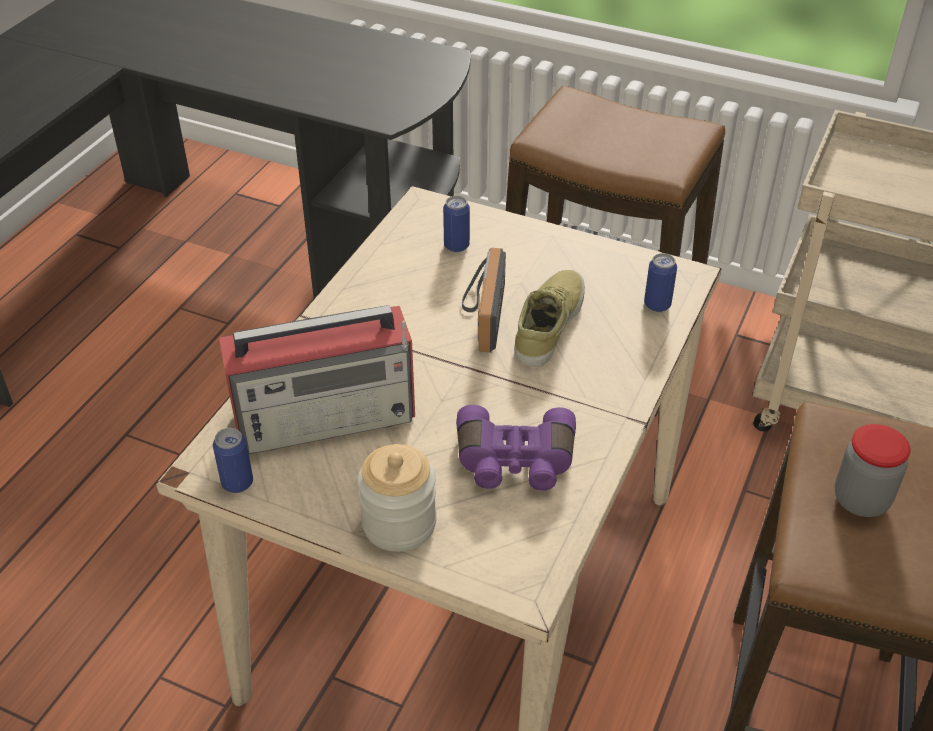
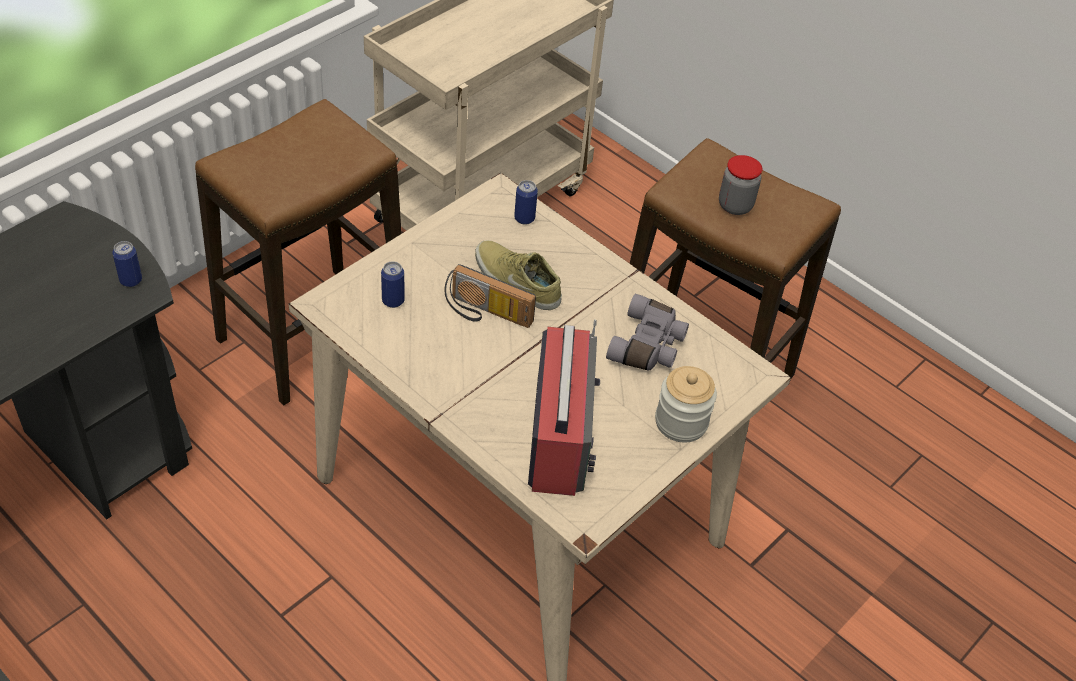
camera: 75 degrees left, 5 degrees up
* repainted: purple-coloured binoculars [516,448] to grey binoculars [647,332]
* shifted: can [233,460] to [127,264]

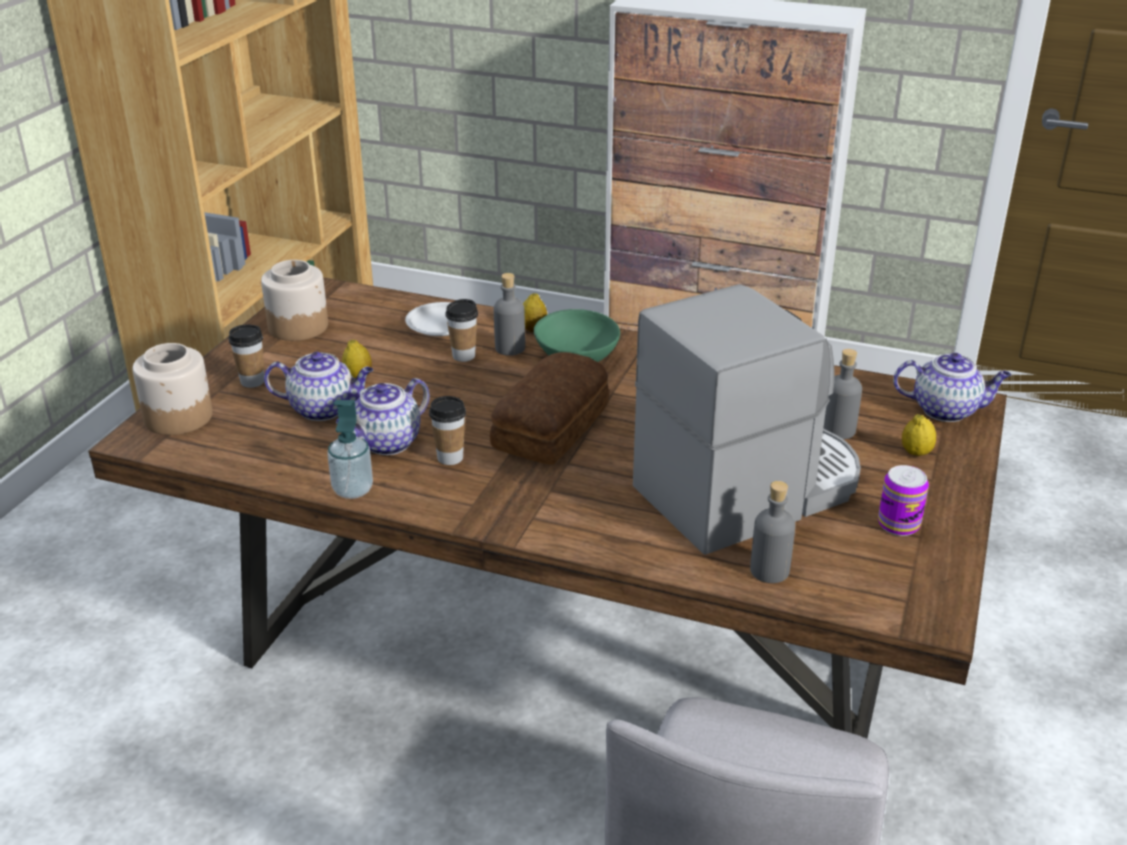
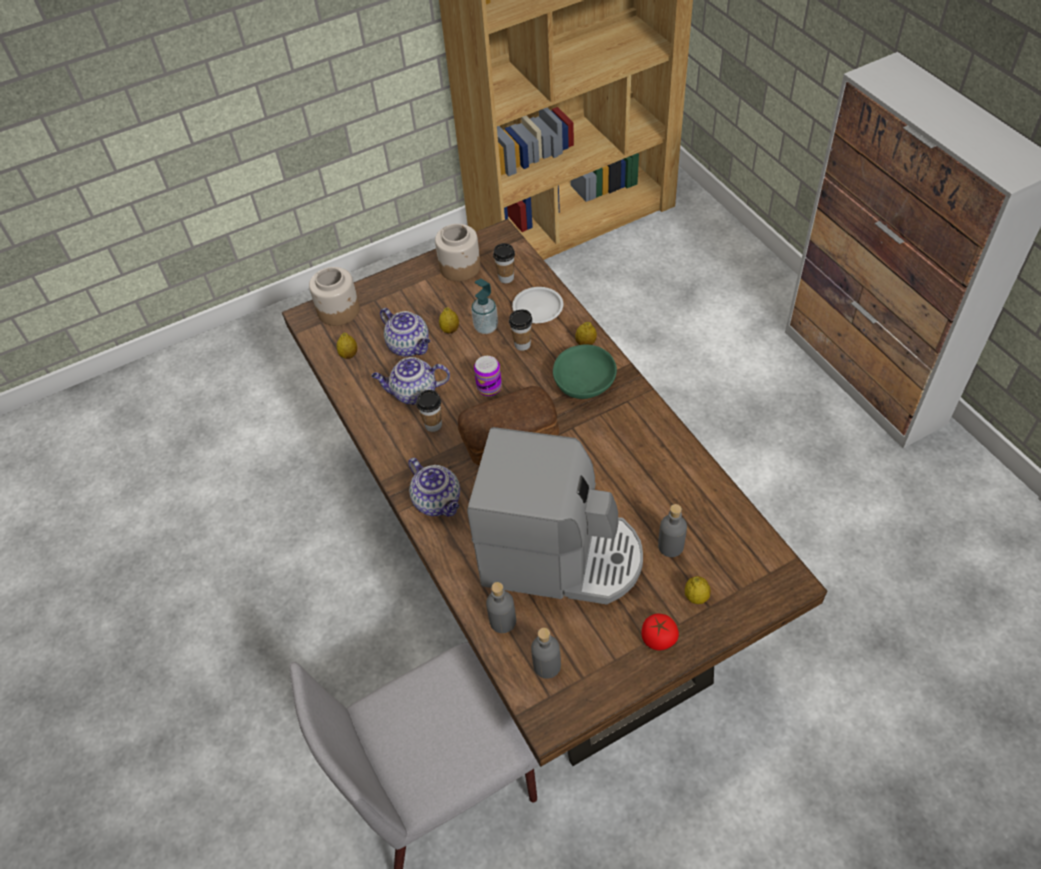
camera: 45 degrees right, 20 degrees up
* shifted: grey beverage bottle [509,314] to [546,653]
* shifted: cup [246,356] to [504,263]
* shifted: teapot [952,387] to [434,487]
* shifted: liquid soap bottle [350,449] to [484,306]
* shifted: can [903,500] to [488,376]
* new: lemon [347,346]
* new: whole tomato [660,632]

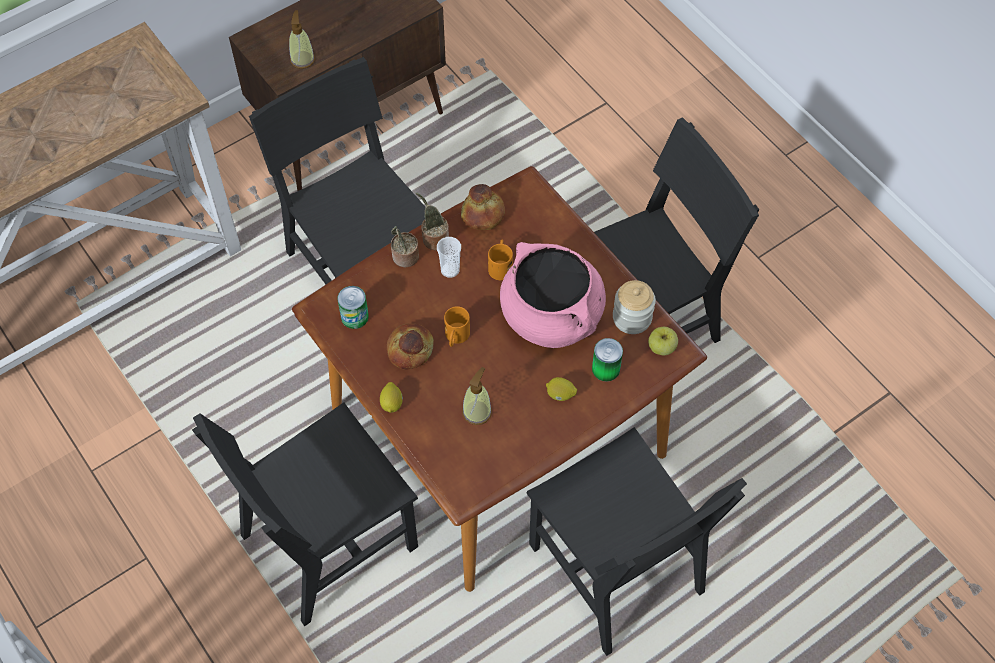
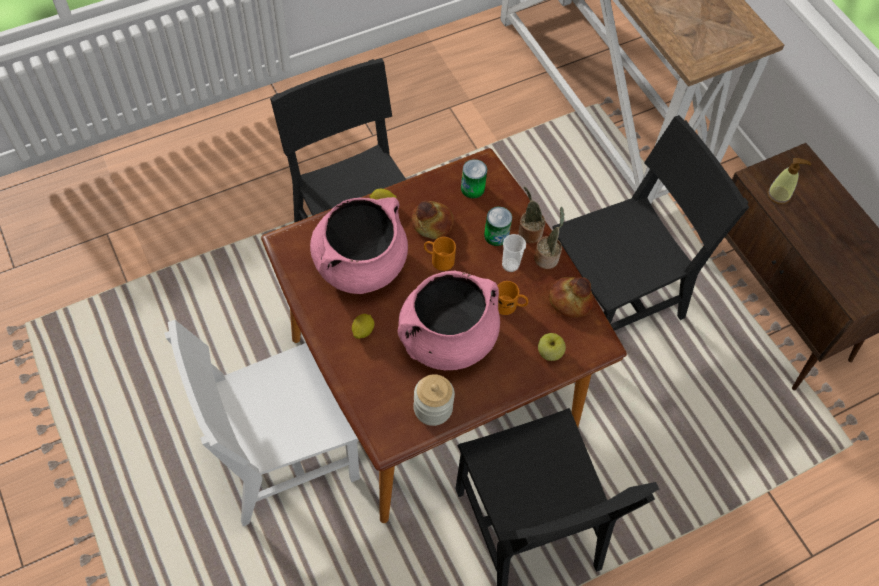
camera: 95 degrees right, 0 degrees up
* shifted: apple [663,341] to [552,347]
* shifted: can [607,360] to [498,226]
* swapped: liquid soap bottle [477,396] to pink-coloured stockpot [359,245]
* repainted: black chair [636,541] to white-coloured chair [262,423]

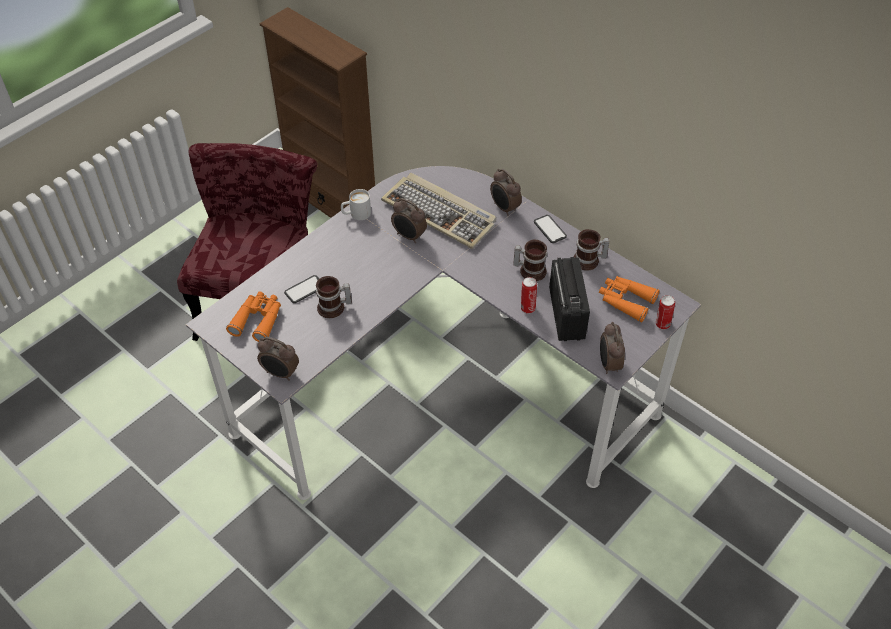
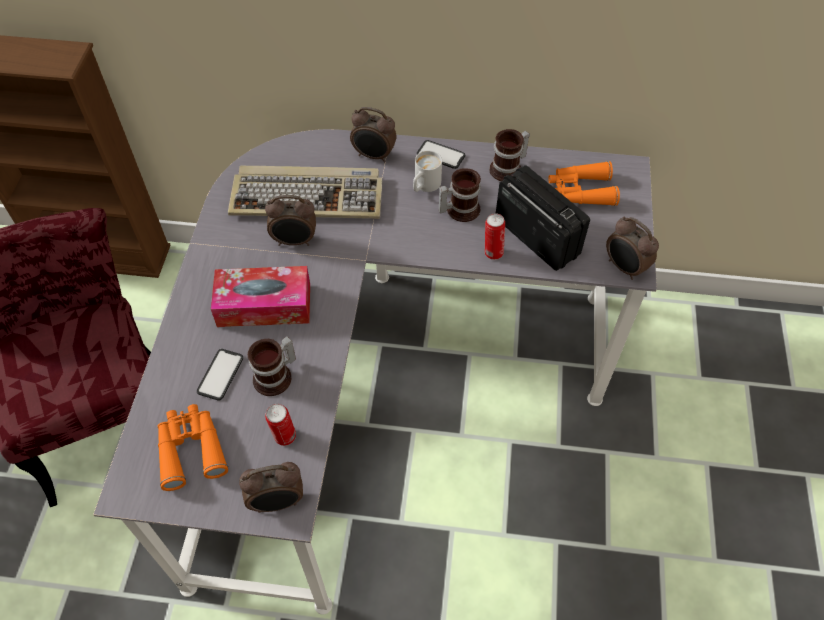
camera: 35 degrees left, 5 degrees up
* shifted: white-coloured mug [356,204] to [427,171]
* shifted: can [665,312] to [280,425]
* new: box of tissues [260,296]

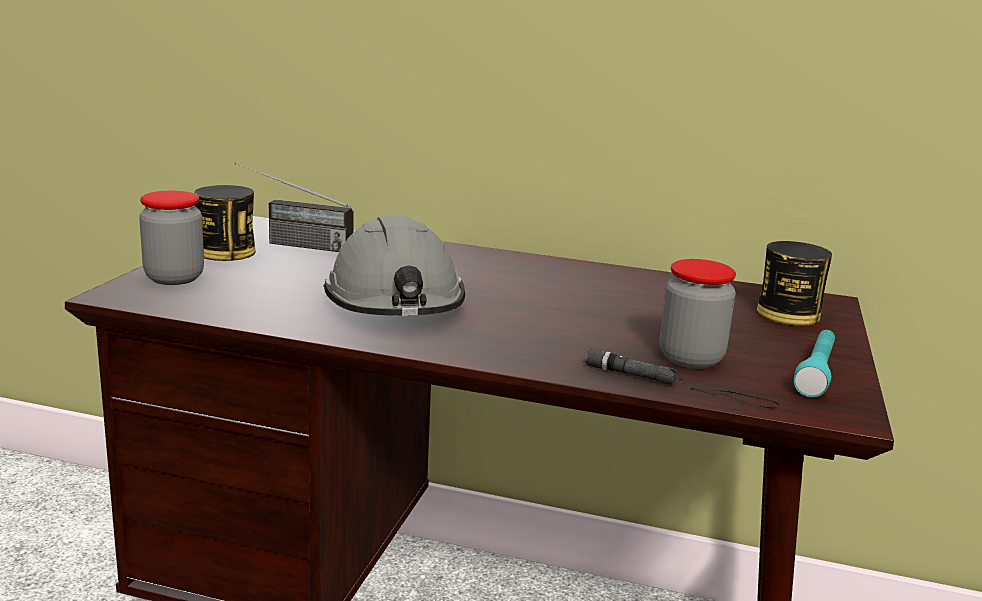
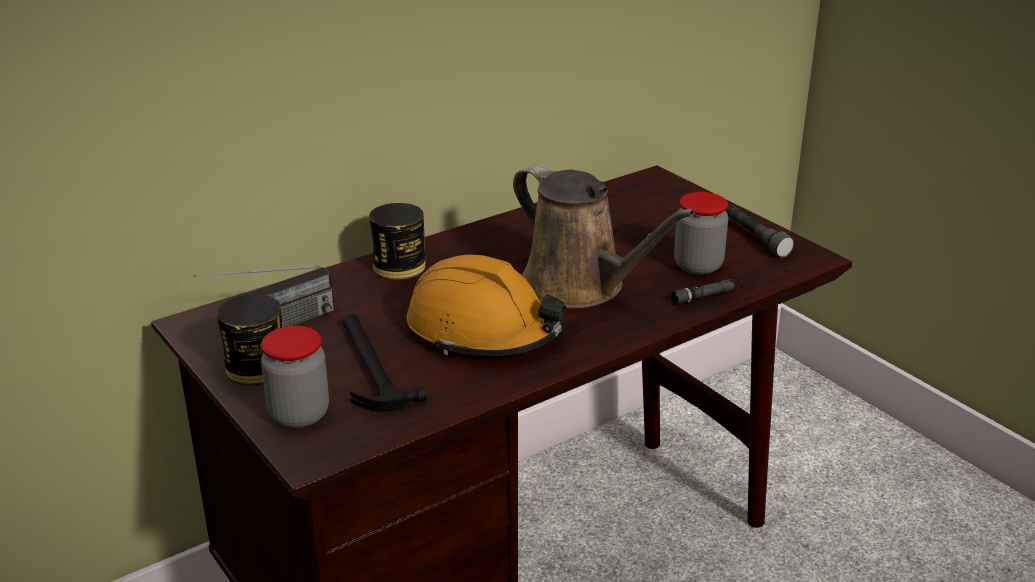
camera: 50 degrees left, 10 degrees up
* repainted: grey work helmet [394,265] to orange-coloured work helmet [486,305]
* shifted: can [794,283] to [397,241]
* repainted: turquoise-coloured torch [814,364] to grey torch [760,231]
* new: brown-coloured sprinkling can [604,236]
* new: hammer [384,363]

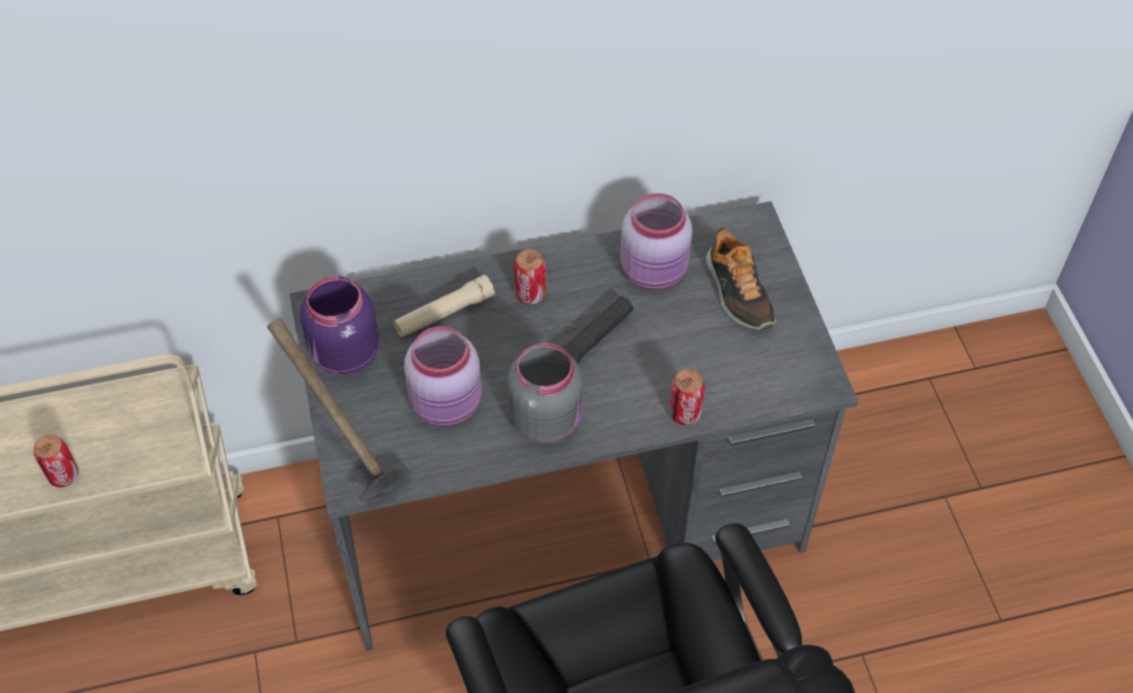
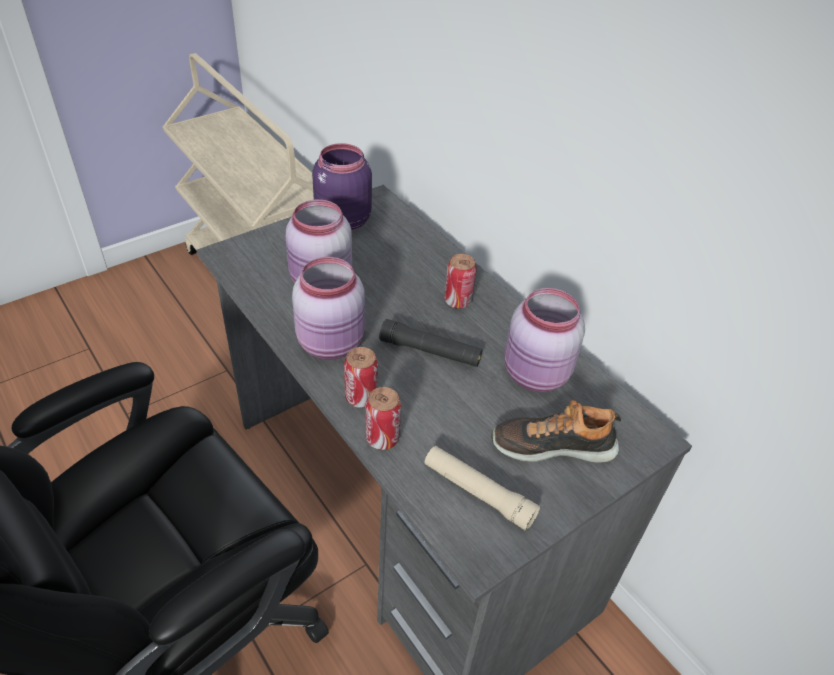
camera: 65 degrees right, 10 degrees down
* rotated: low shoe [741,278] = [556,431] 45 degrees clockwise
* shifted: beige-coloured torch [444,306] to [482,488]
* gone: hammer [338,409]
* repainted: grey jar [545,393] to pink-coloured jar [328,308]
* shifted: can [56,460] to [361,377]

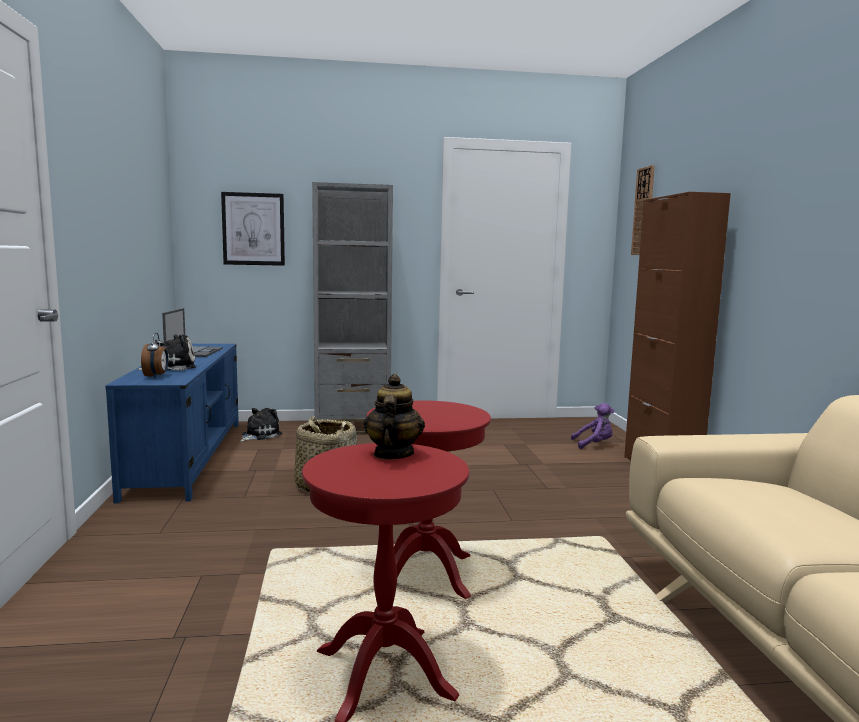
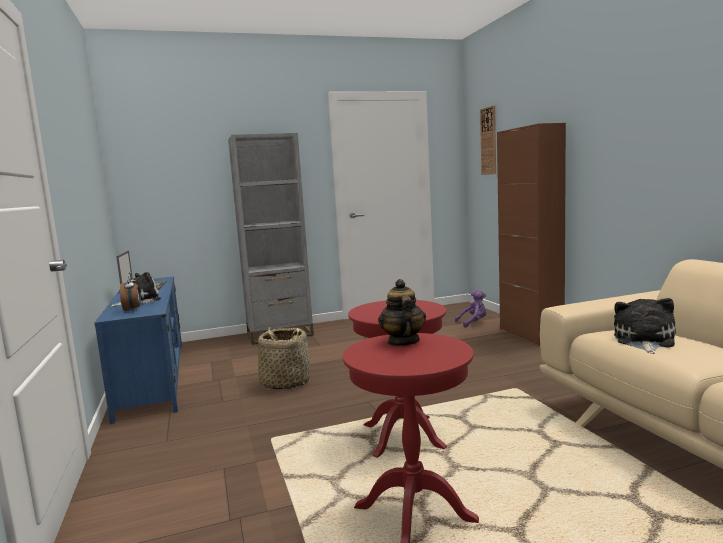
camera: 10 degrees left, 0 degrees up
* gone: picture [253,229]
* shifted: cuddly toy [261,425] to [645,326]

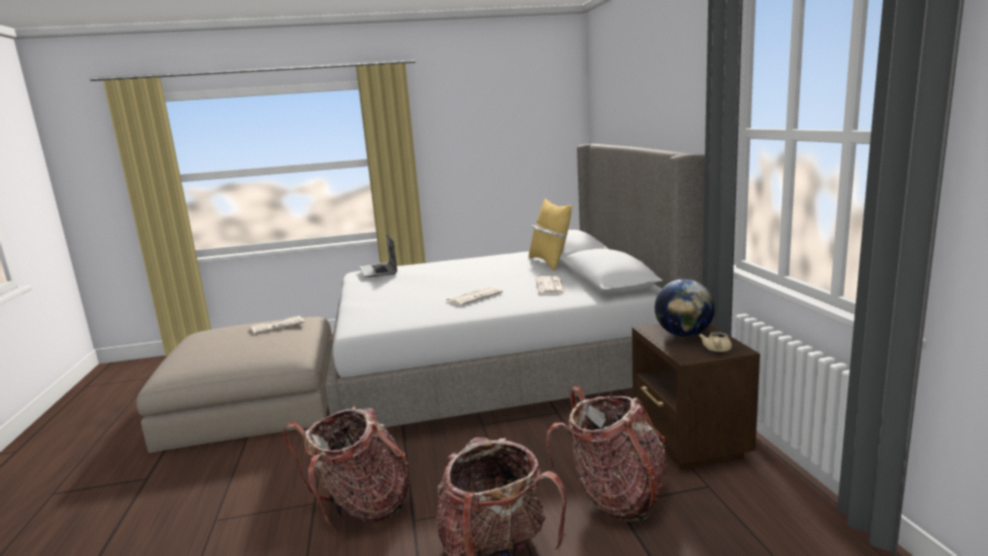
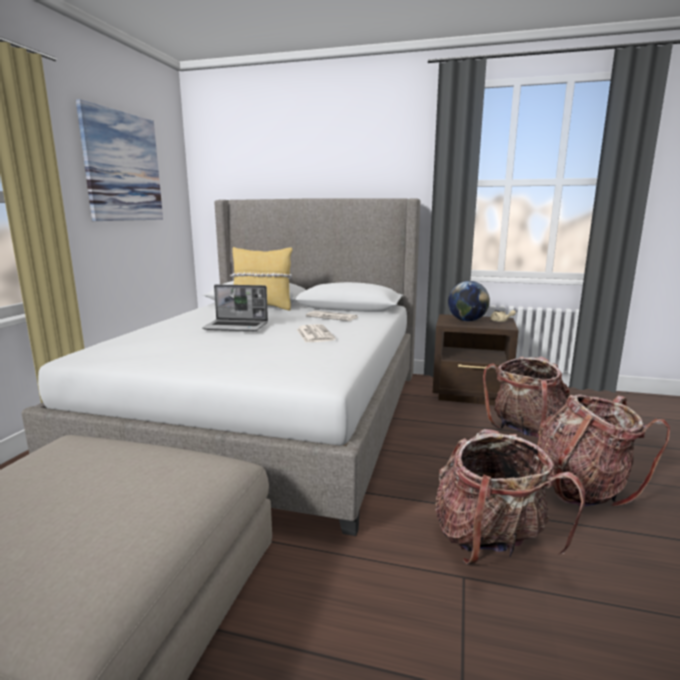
camera: 65 degrees left, 0 degrees up
* shifted: laptop [378,256] to [235,307]
* gone: printed paper [277,325]
* new: picture [119,160]

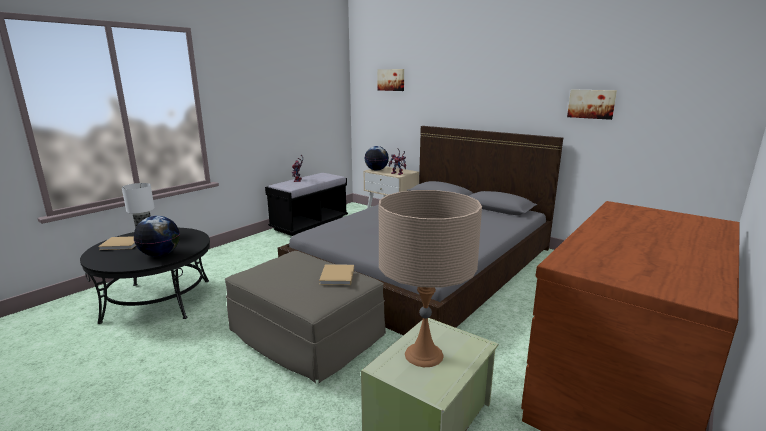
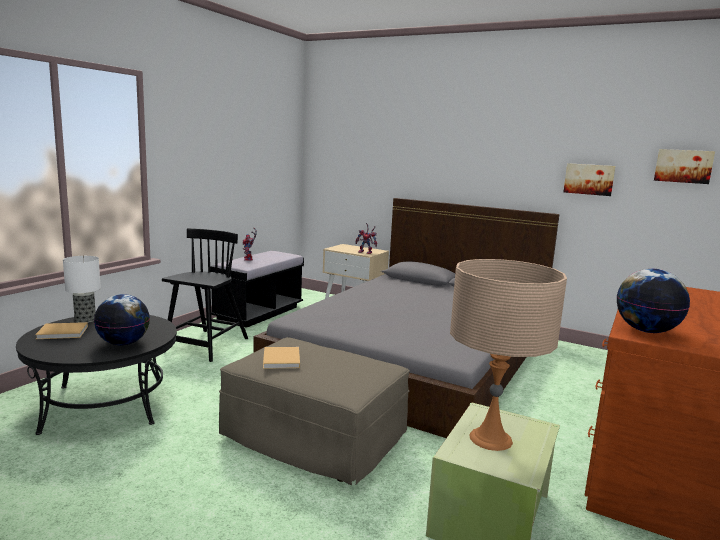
camera: 10 degrees left, 5 degrees down
* shifted: picture [391,80] to [684,166]
* shifted: globe [376,158] to [653,301]
* shifted: beige-coloured volume [336,274] to [281,358]
* new: black chair [205,295]

